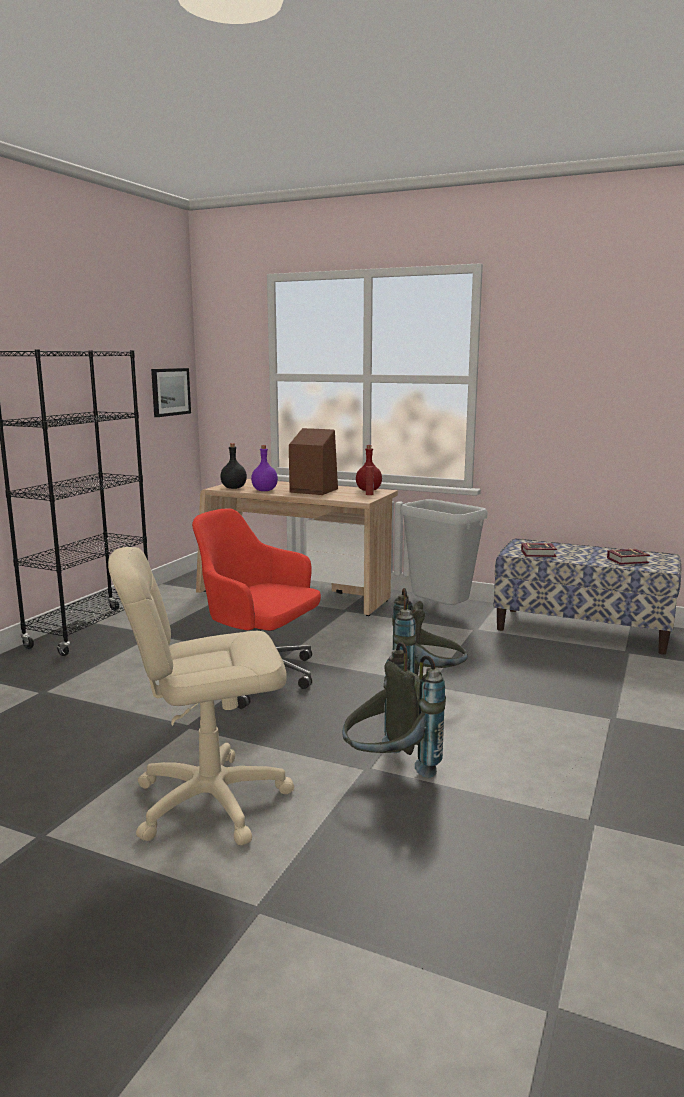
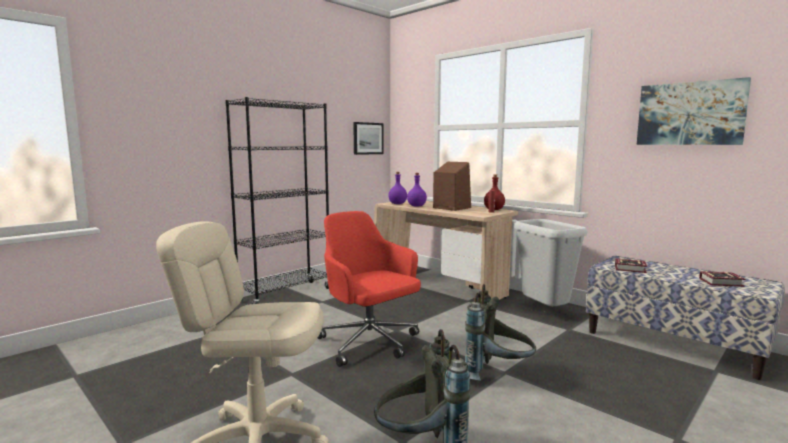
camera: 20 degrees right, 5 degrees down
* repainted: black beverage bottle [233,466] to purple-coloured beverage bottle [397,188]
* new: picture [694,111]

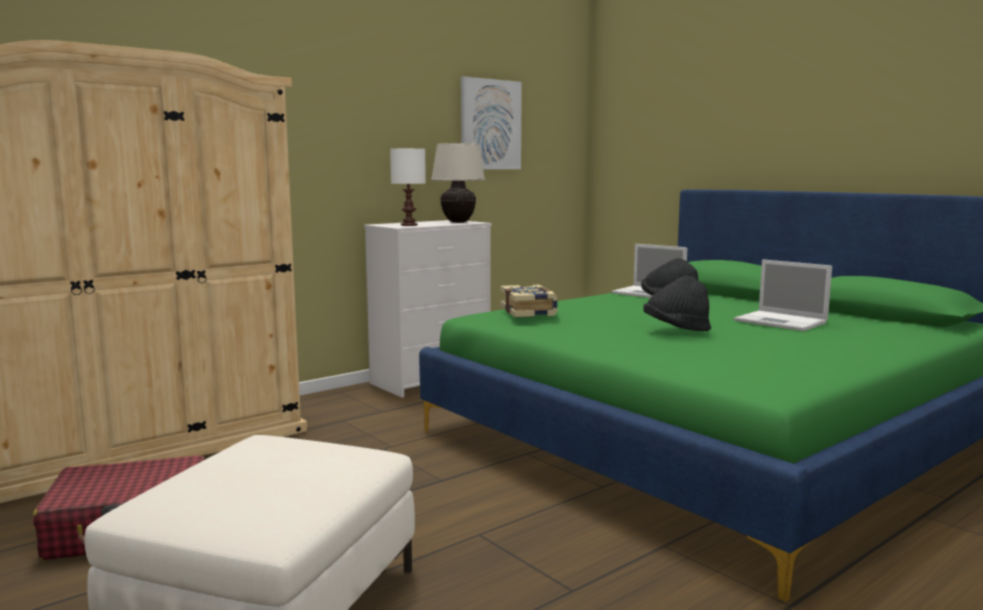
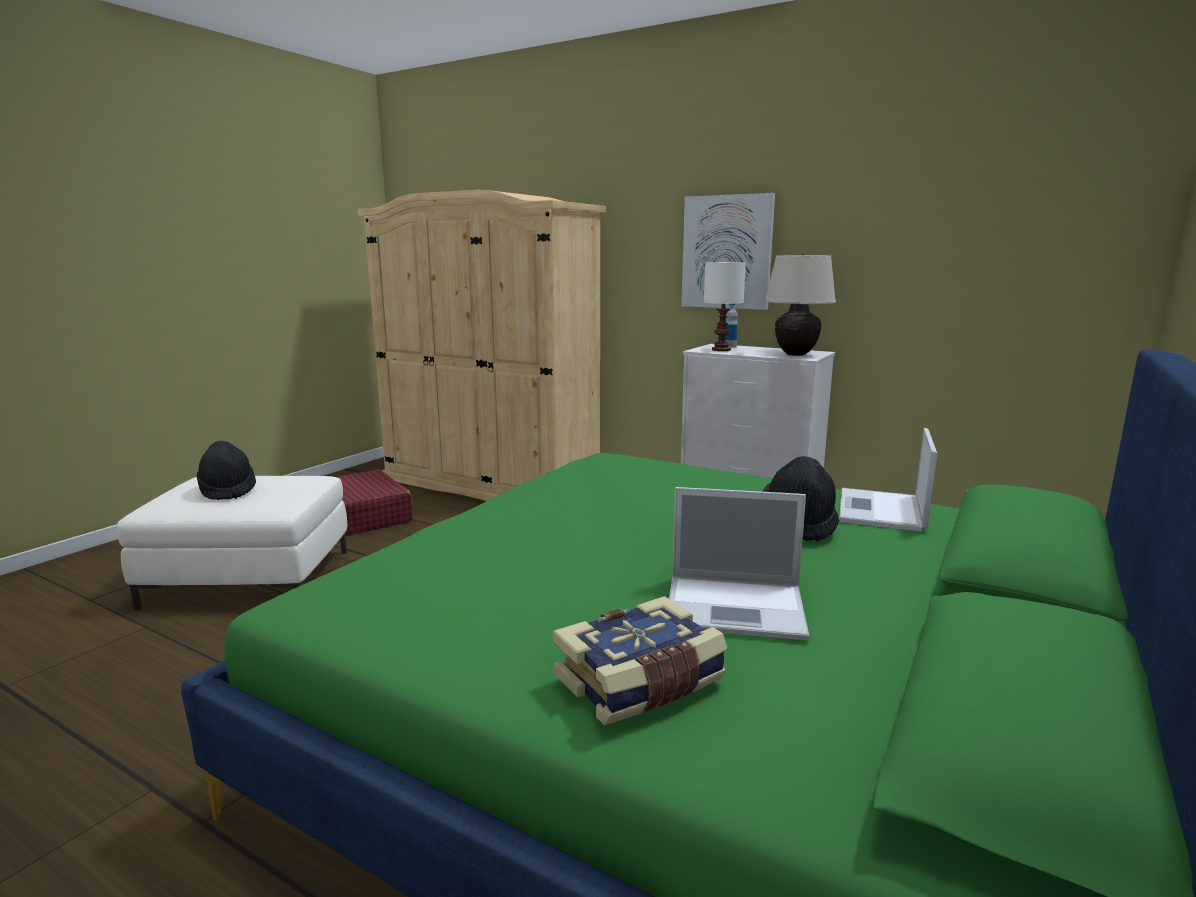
camera: 70 degrees right, 5 degrees up
* shifted: picture [491,123] to [728,251]
* rotated: laptop [783,295] = [739,563] 105 degrees counterclockwise
* shifted: black hat [677,303] to [226,470]
* shifted: volume [529,301] to [640,660]
* new: beverage bottle [731,325]

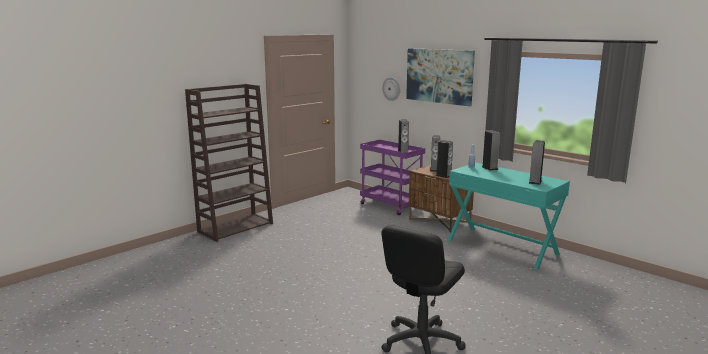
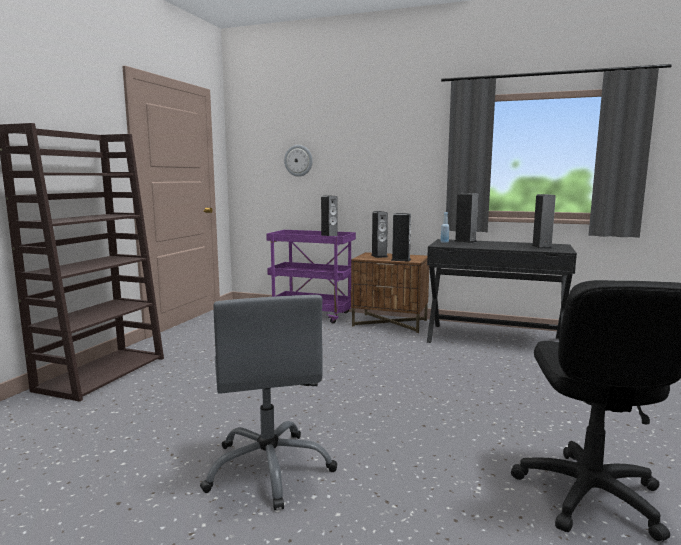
camera: 25 degrees left, 5 degrees down
* gone: picture [440,77]
* repainted: turquoise-coloured desk table [508,216] to black desk table [502,291]
* new: grey desk chair [268,403]

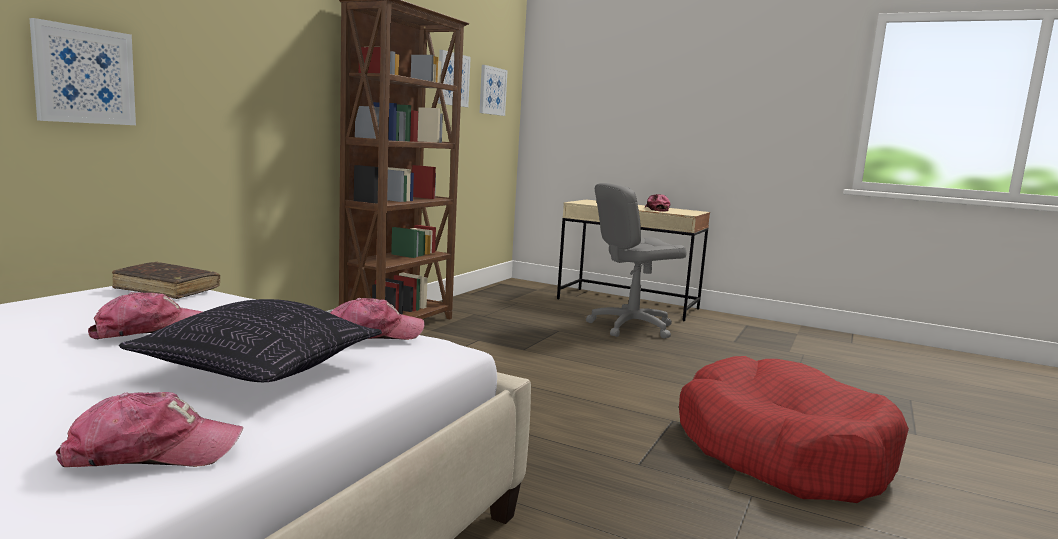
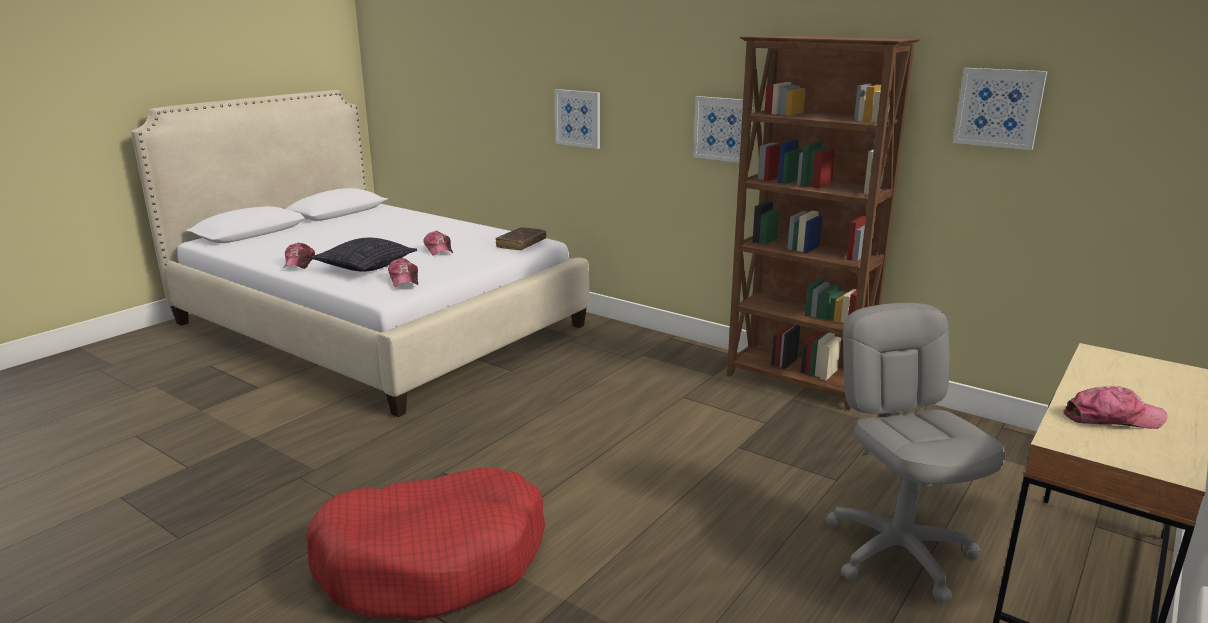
camera: 100 degrees right, 10 degrees up
* shifted: picture [494,90] to [723,129]

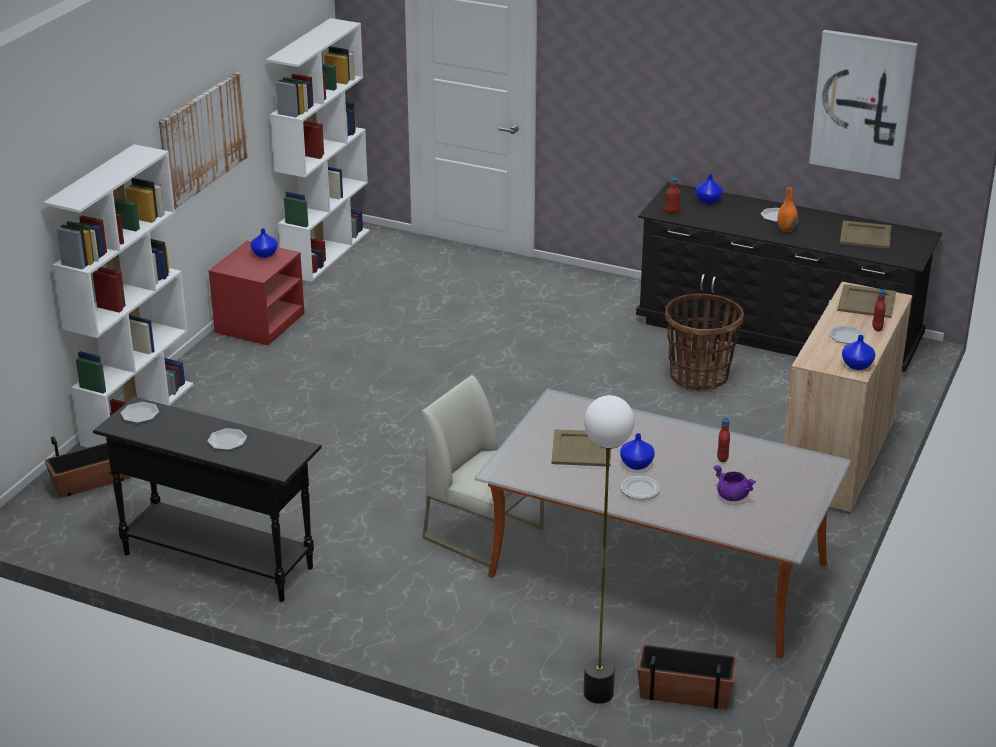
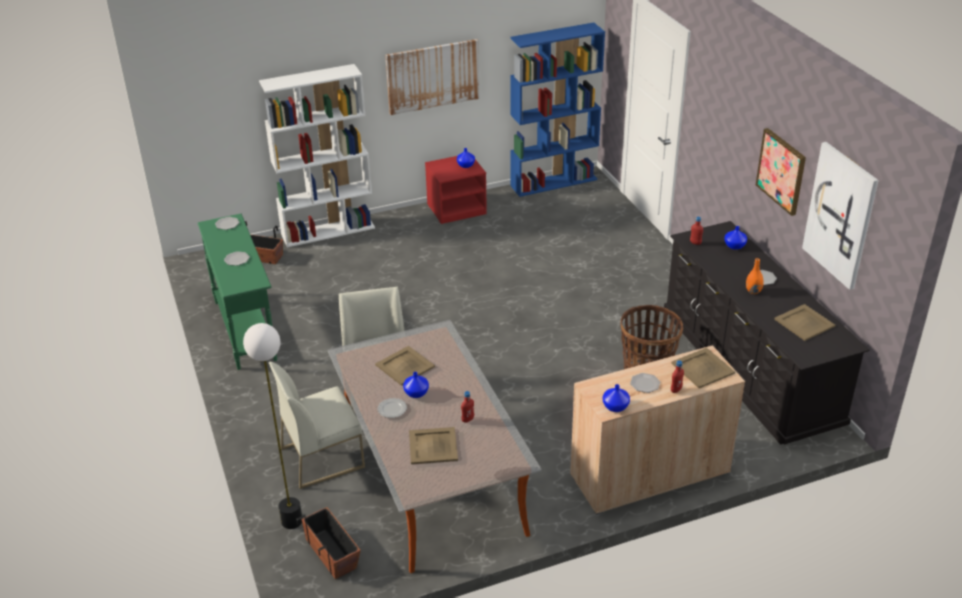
camera: 45 degrees right, 5 degrees up
* repainted: white-coloured bookcase [318,150] to blue-coloured bookcase [557,110]
* repainted: black narrow table [207,499] to green narrow table [237,292]
* swapped: purple-coloured stockpot [734,483] to beige-coloured tray [433,445]
* new: picture [781,172]
* new: white-coloured chair [316,425]

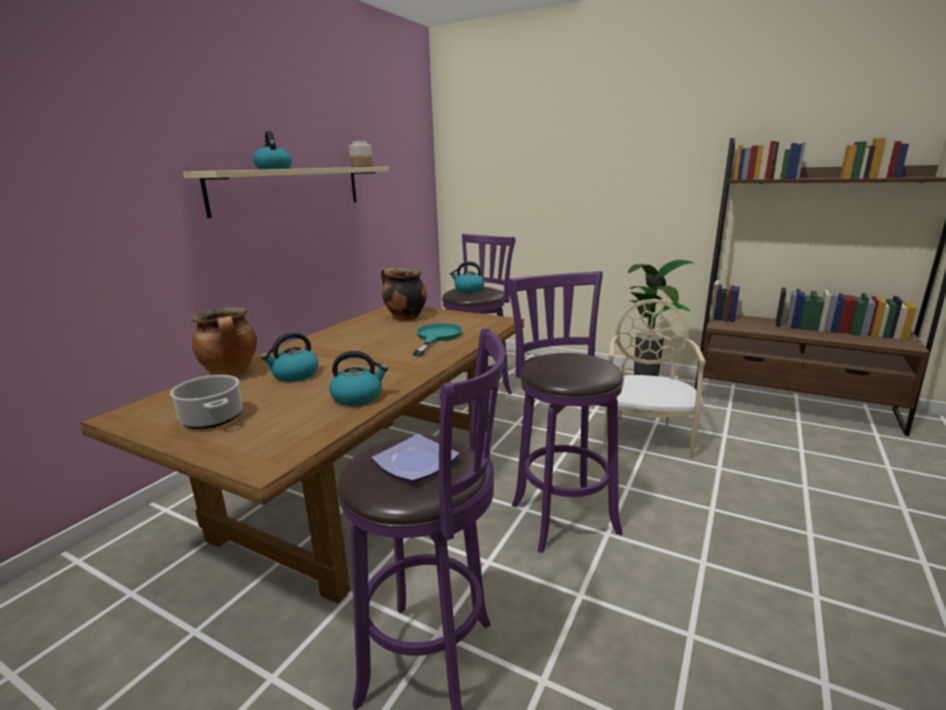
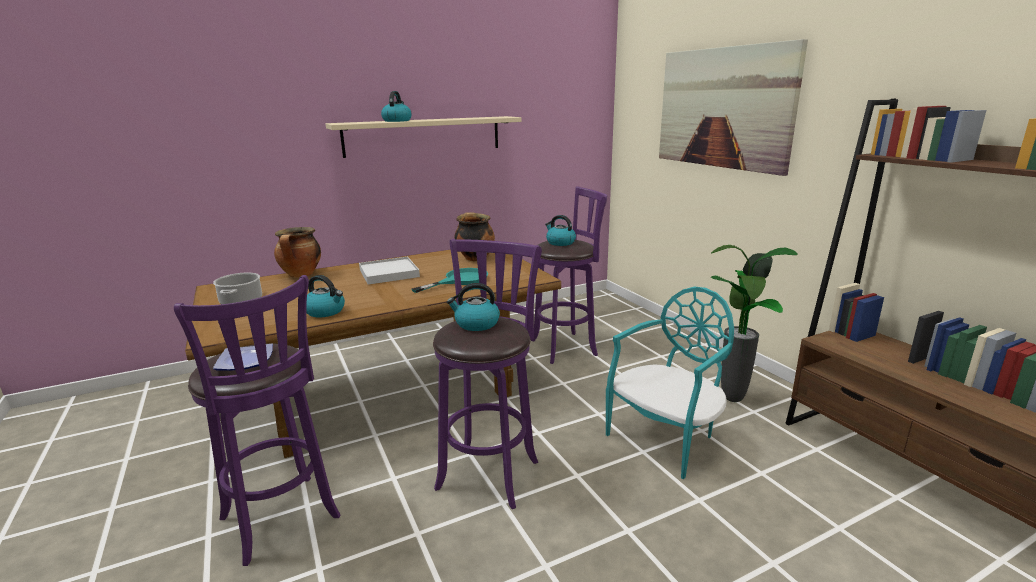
camera: 35 degrees right, 0 degrees up
* gone: jar [361,154]
* repainted: beige-coloured chair [654,379] to turquoise-coloured chair [670,383]
* shifted: water kettle [289,357] to [473,307]
* new: picture [733,107]
* new: white-coloured tray [389,271]

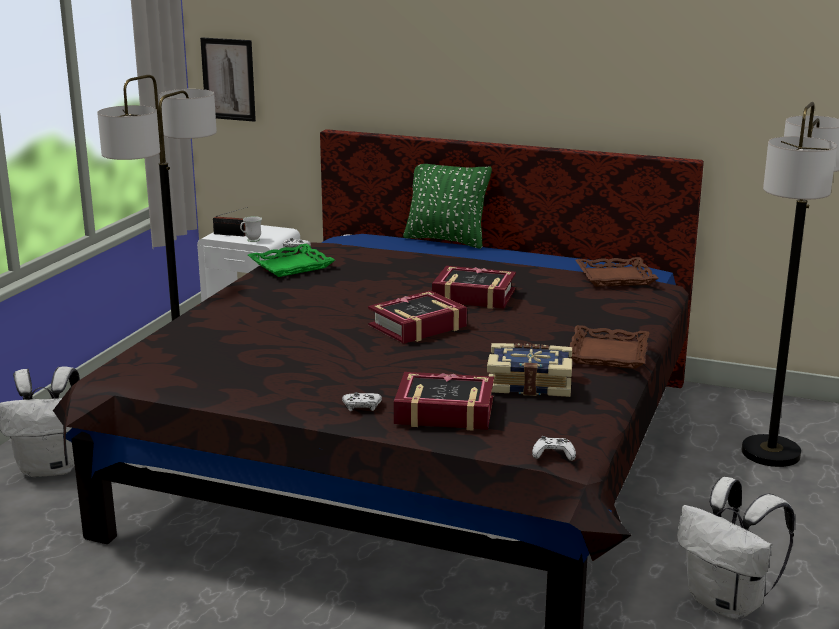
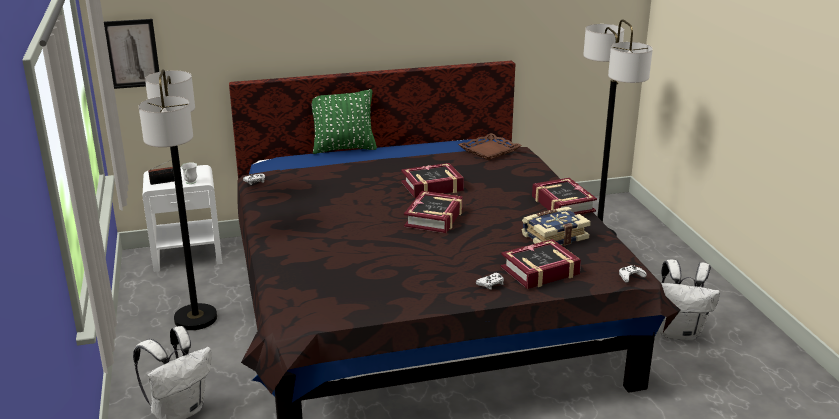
camera: 35 degrees left, 5 degrees up
* gone: green tray [291,260]
* swapped: brown-coloured tray [609,347] to volume [564,196]

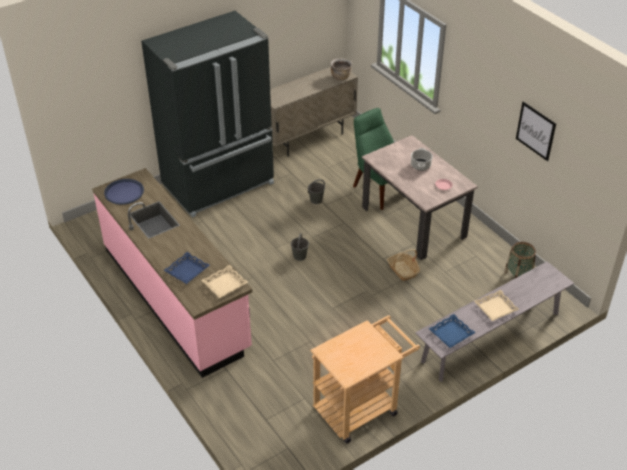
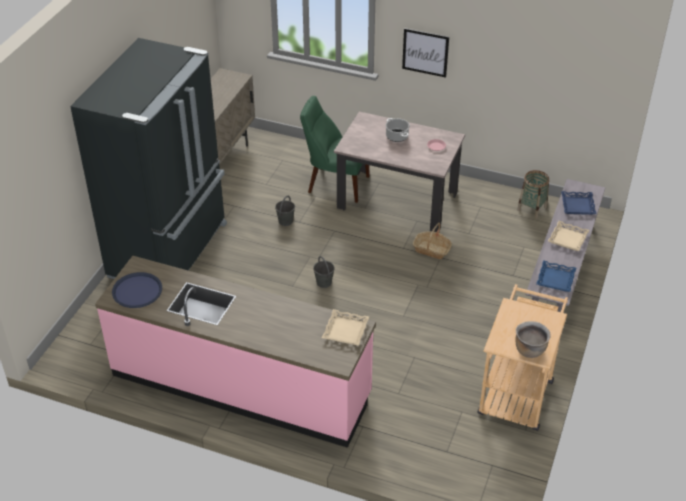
camera: 35 degrees left, 0 degrees up
* shifted: brown-coloured stockpot [341,69] to [533,339]
* shifted: picture [536,131] to [425,53]
* shifted: blue-coloured tray [186,268] to [578,203]

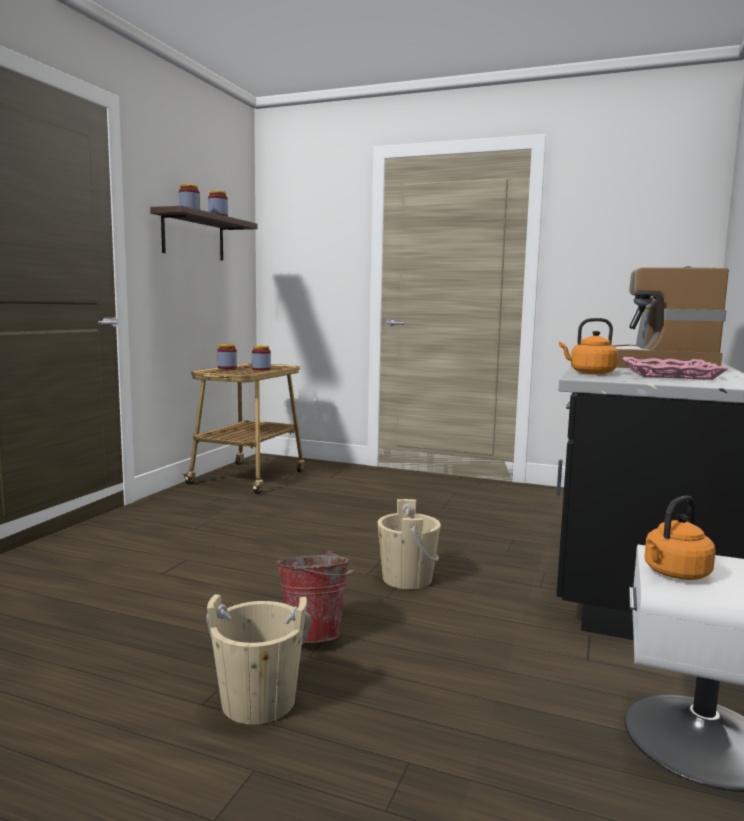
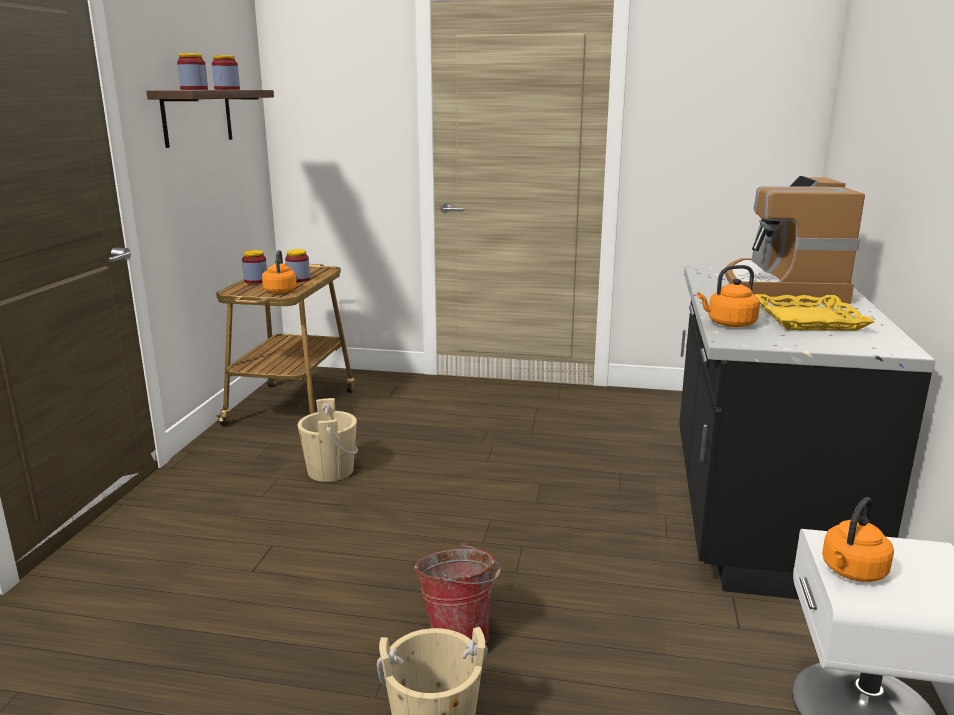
camera: 10 degrees left, 10 degrees up
* repainted: pink-coloured tray [675,368] to yellow-coloured tray [815,312]
* shifted: beige-coloured bucket [409,544] to [328,440]
* new: orange-coloured water kettle [279,272]

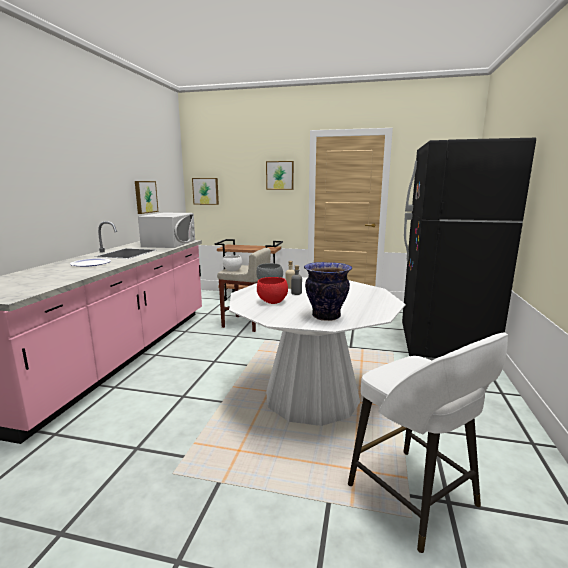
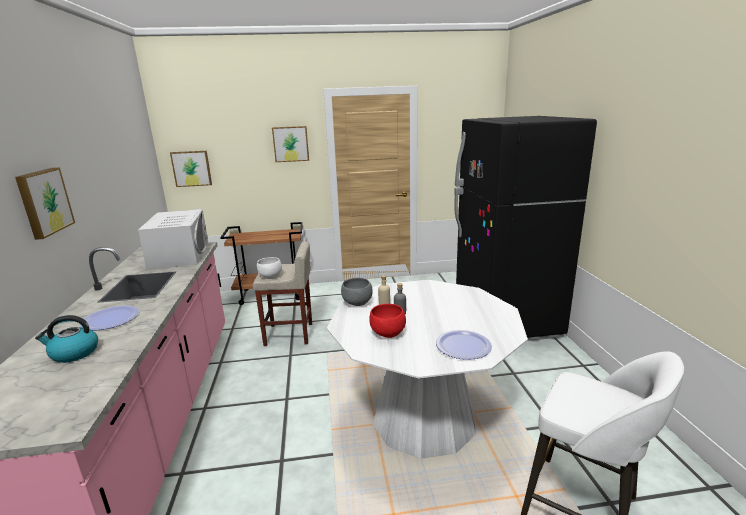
camera: 20 degrees left, 5 degrees up
* shifted: picture [146,197] to [45,203]
* swapped: vase [328,291] to flat dish [464,345]
* new: water kettle [66,339]

